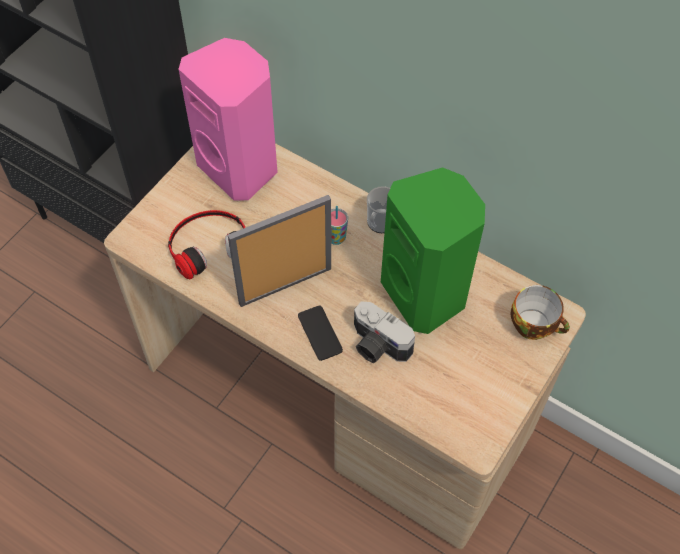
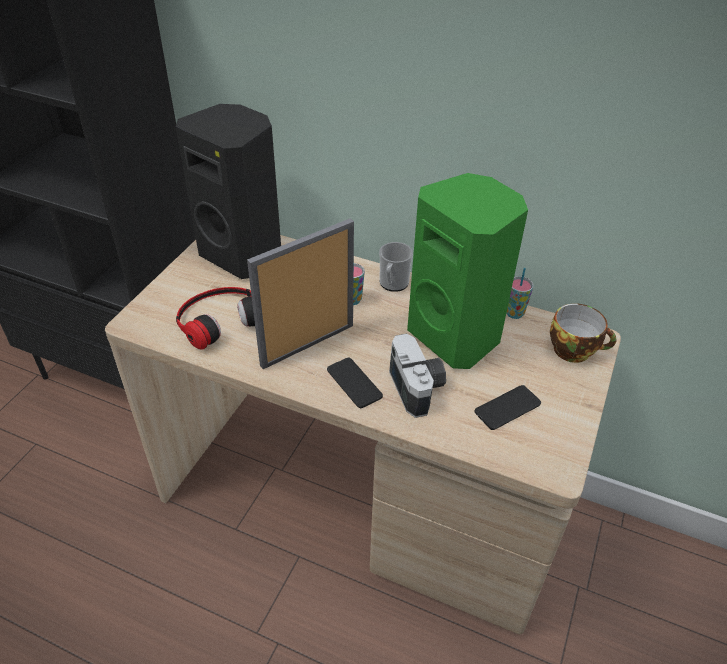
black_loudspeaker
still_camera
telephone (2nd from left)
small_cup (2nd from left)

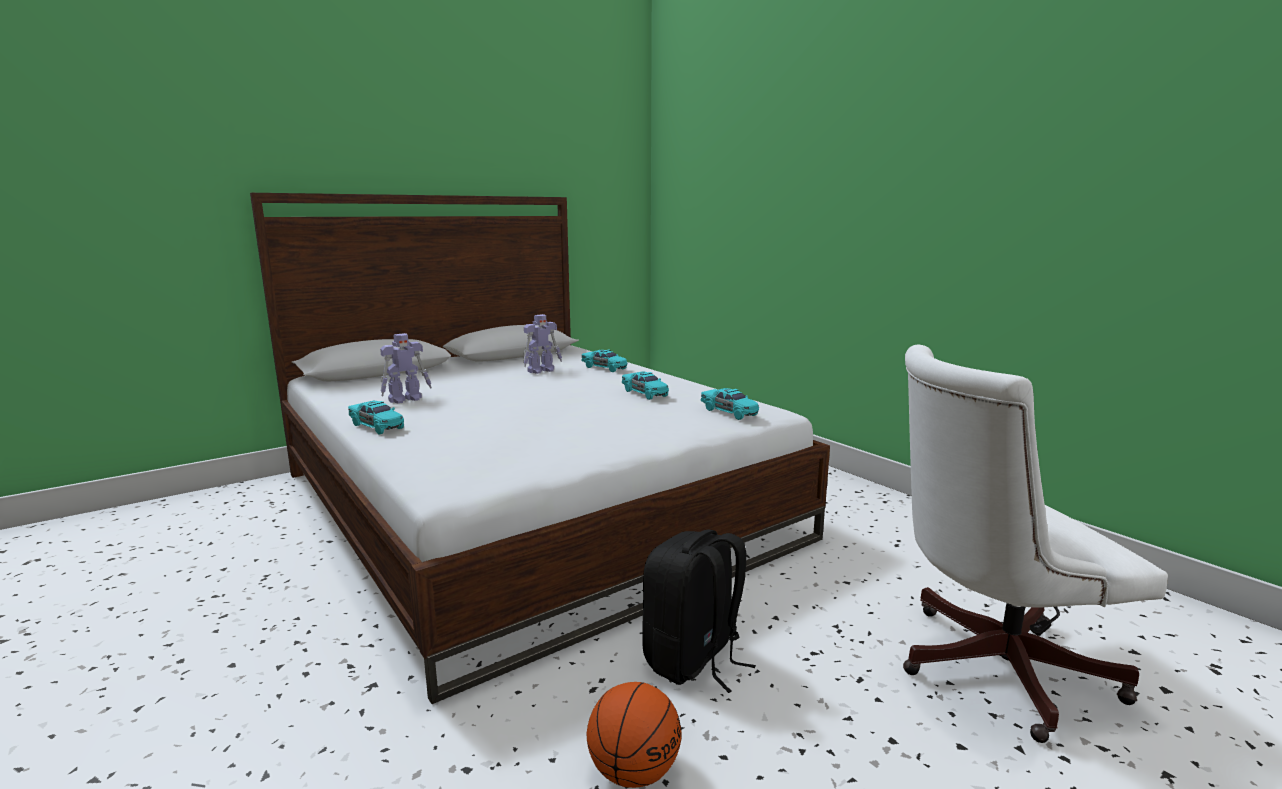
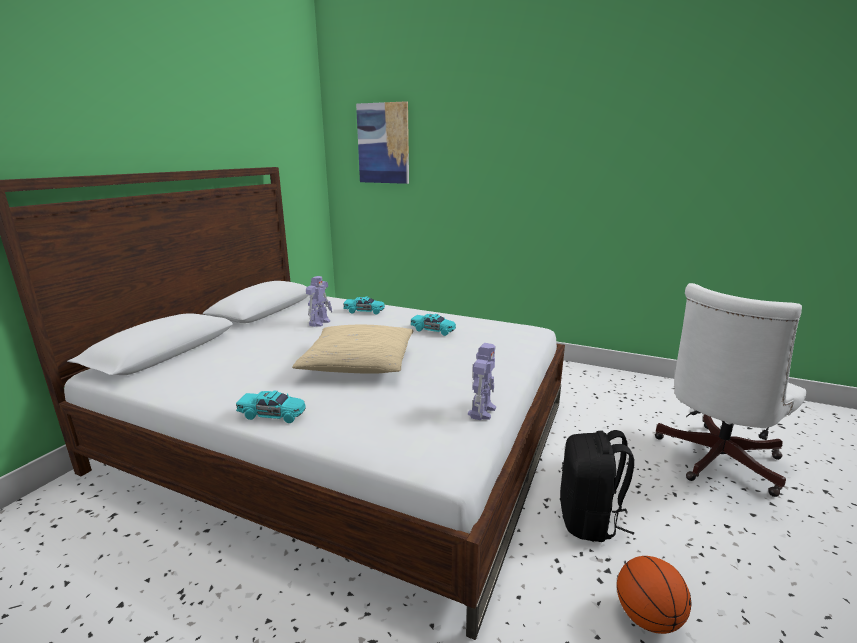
beige_throw_pillow
wall_art
toy_robot (2nd from left)
turquoise-coloured_miniature_car (4th from left in the first image)

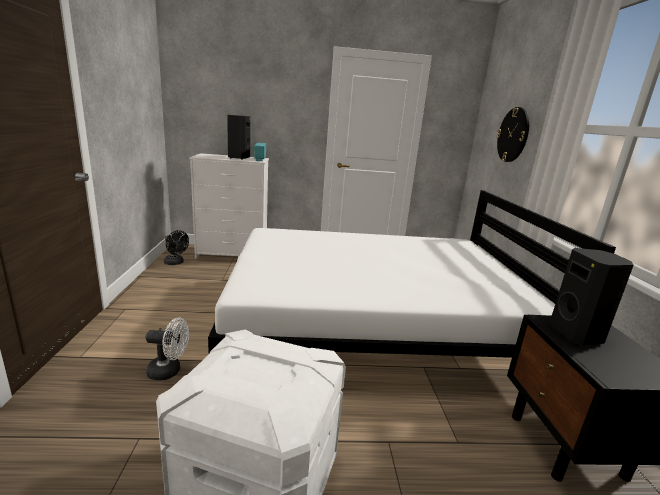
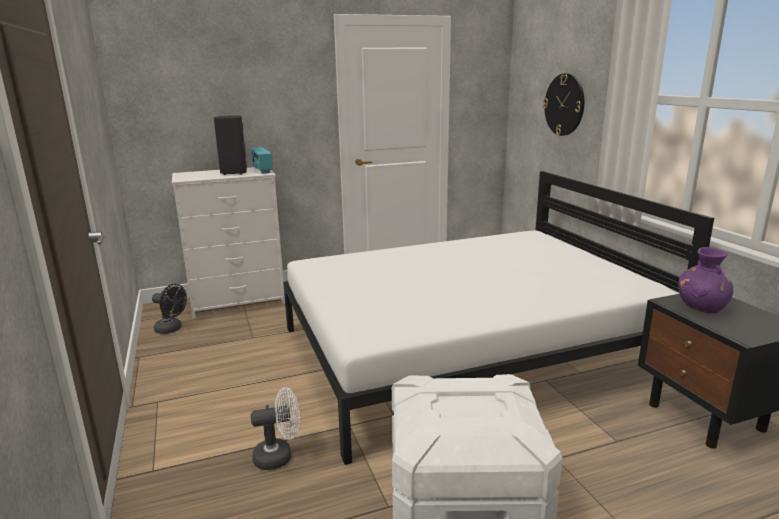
purple-coloured_decorative_vase

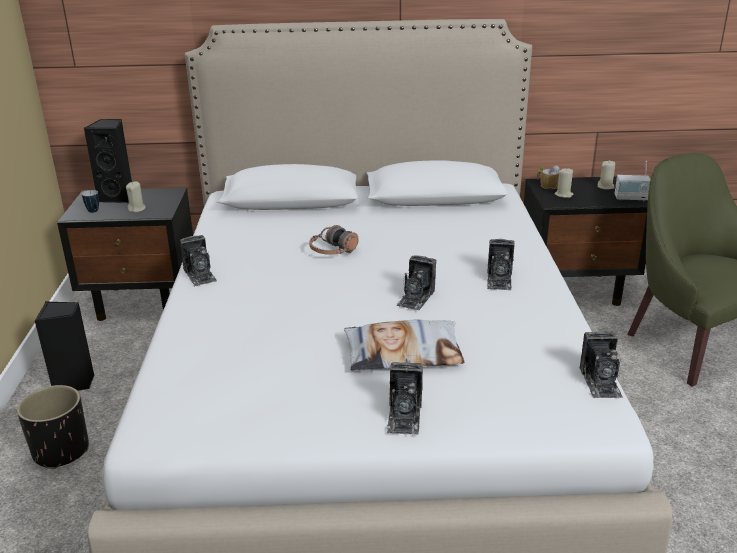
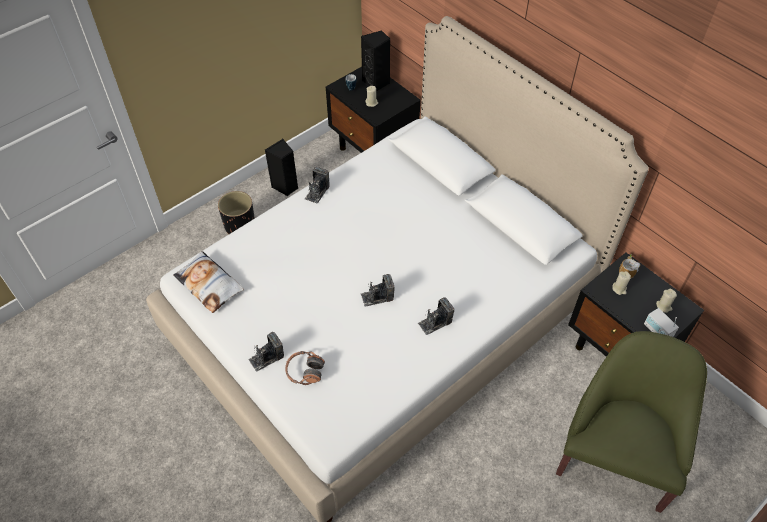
throw_pillow
headset
still_camera (5th from left in the first image)

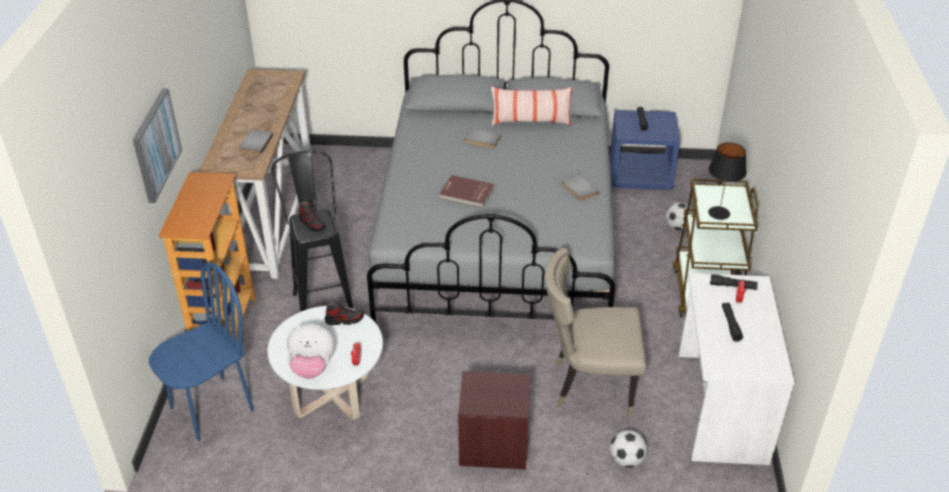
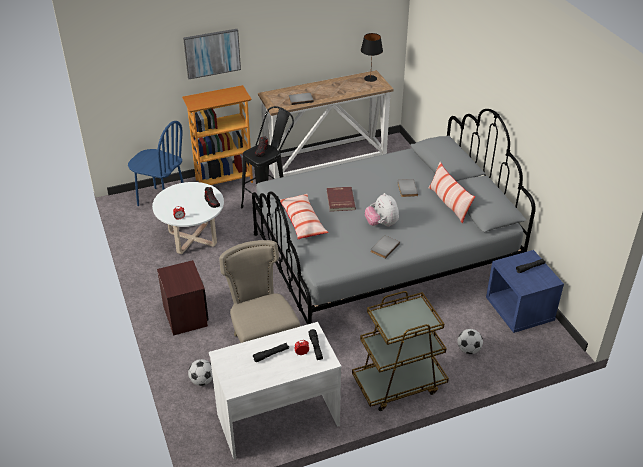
throw_pillow (1st from left)
black_lamp_for_a_table
plush_toy

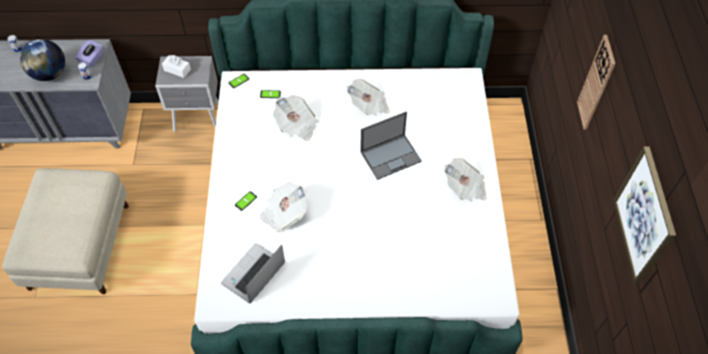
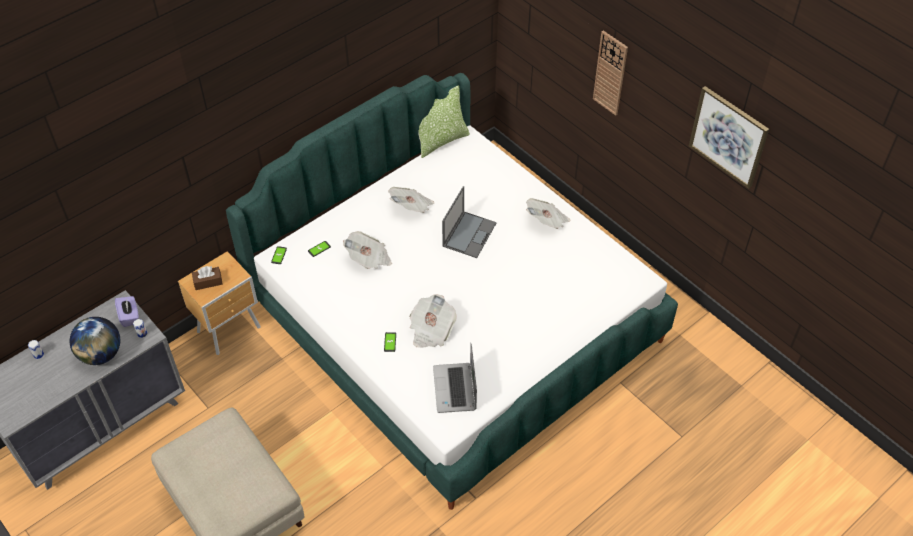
brown-coloured_nightstand
brown-coloured_box_of_tissues
throw_pillow

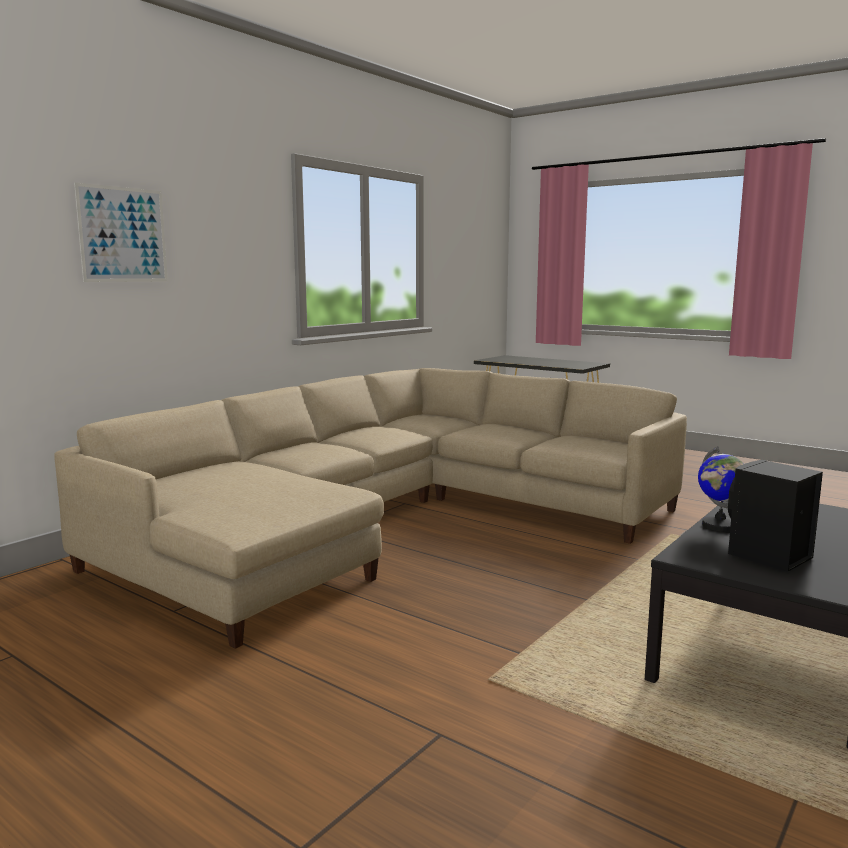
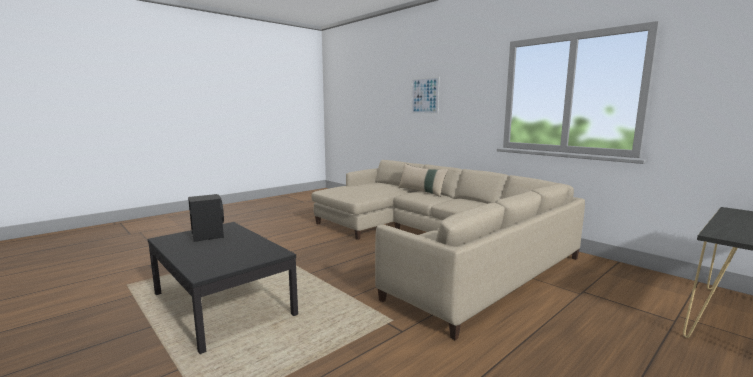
beige_throw_pillow
globe

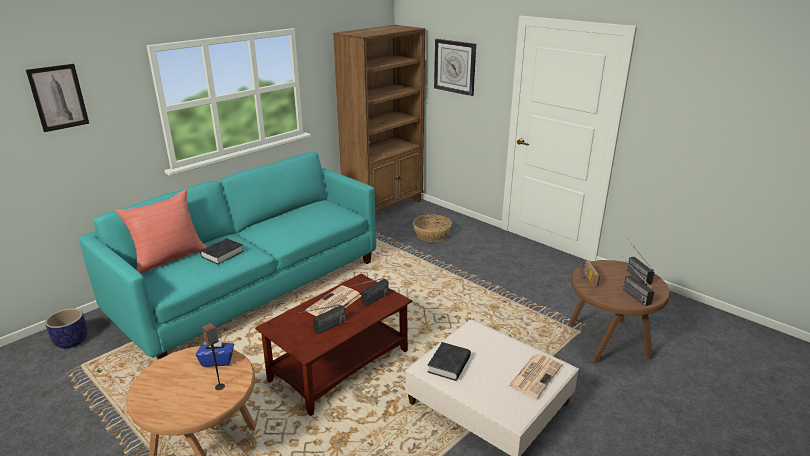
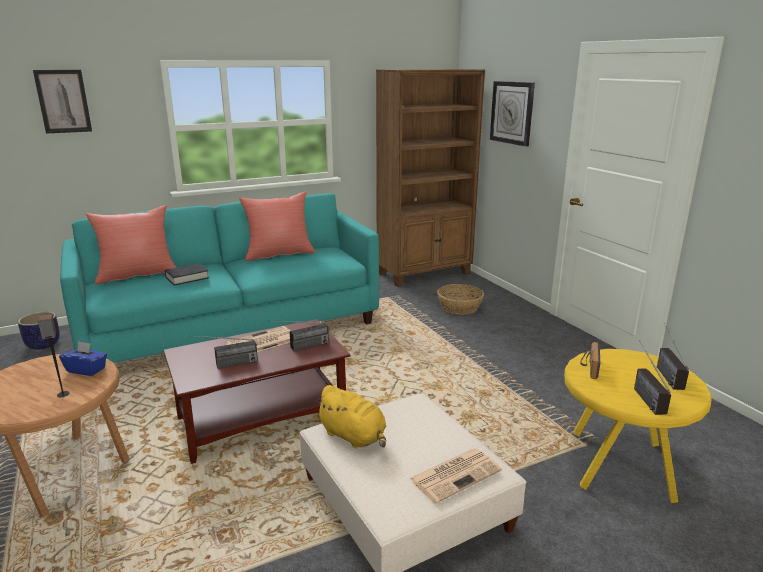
red_throw_pillow (2nd from left)
yellowish_plush_toy
yellowish_side_table

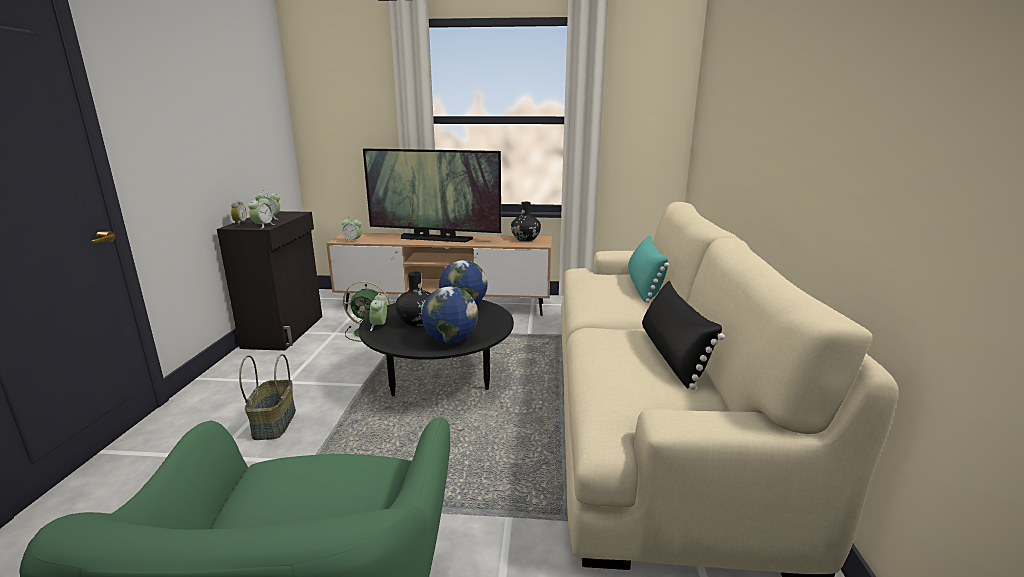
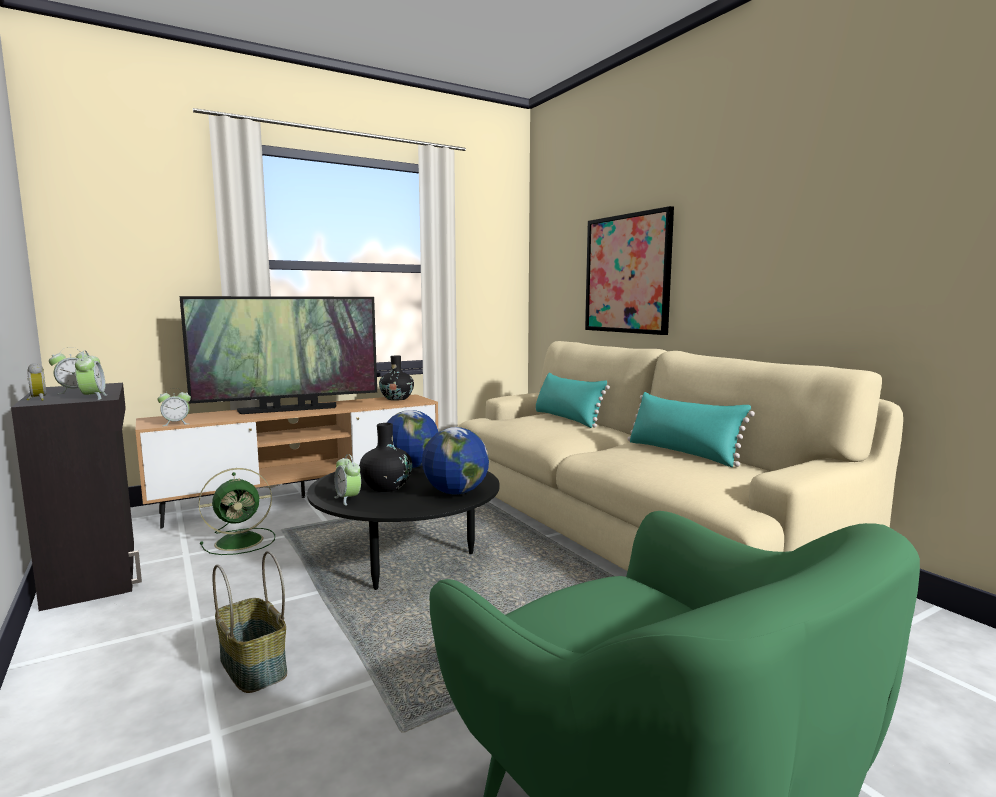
wall_art
turquoise-coloured_throw_pillow (2nd from left)

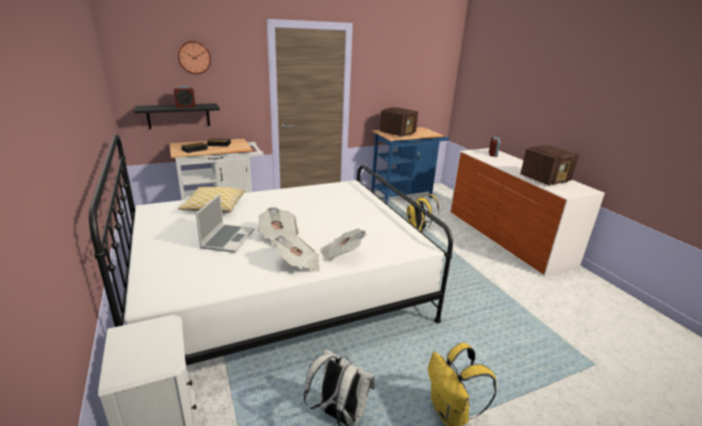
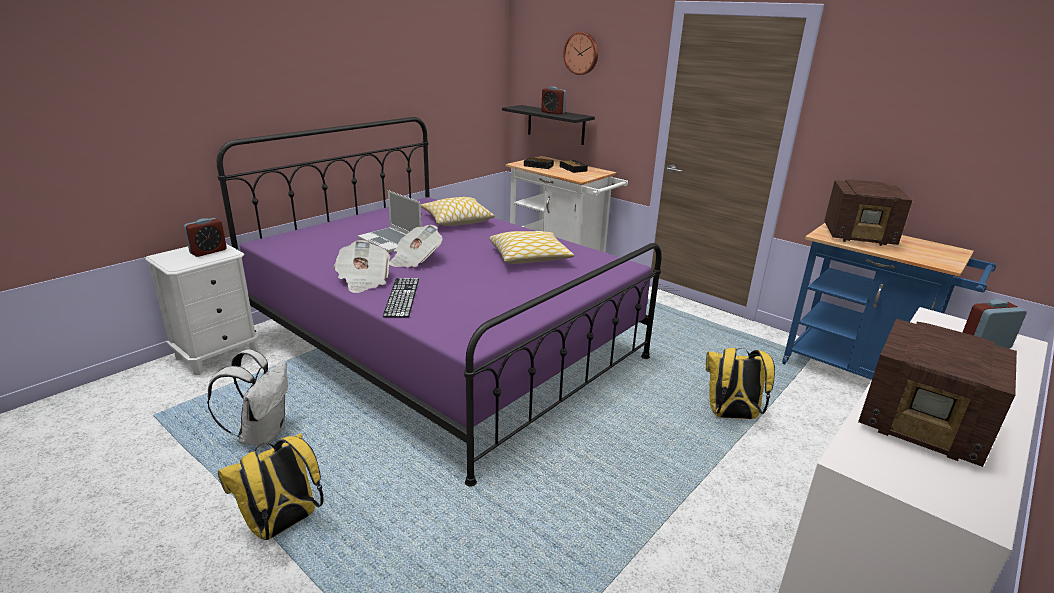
bedside_clock (1st from left)
purple-coloured_bed
notebook_computer
PC_keyboard
throw_pillow (2nd from left)

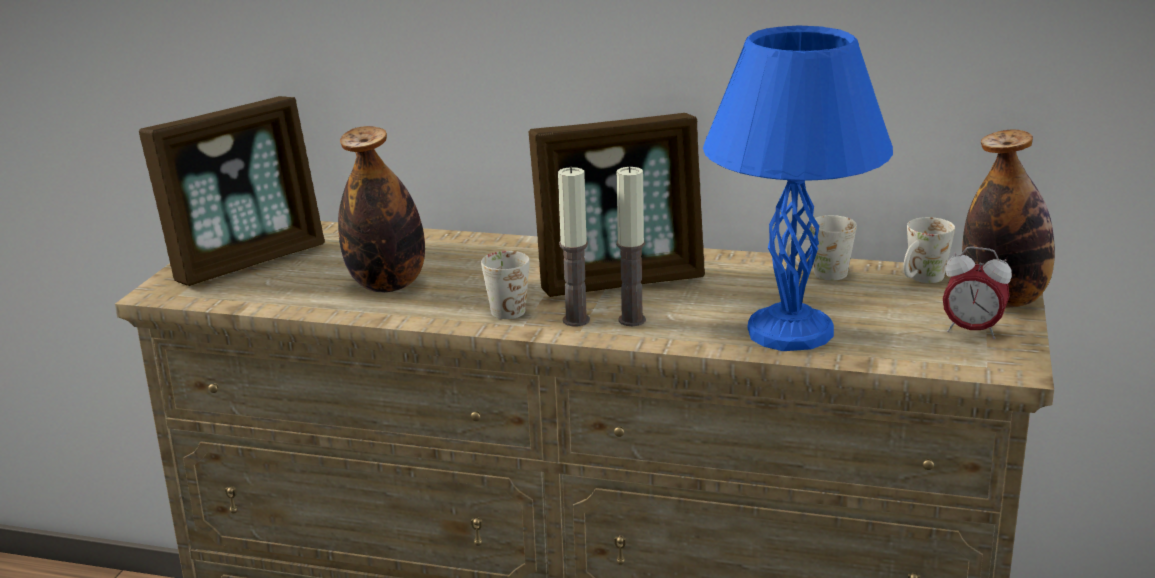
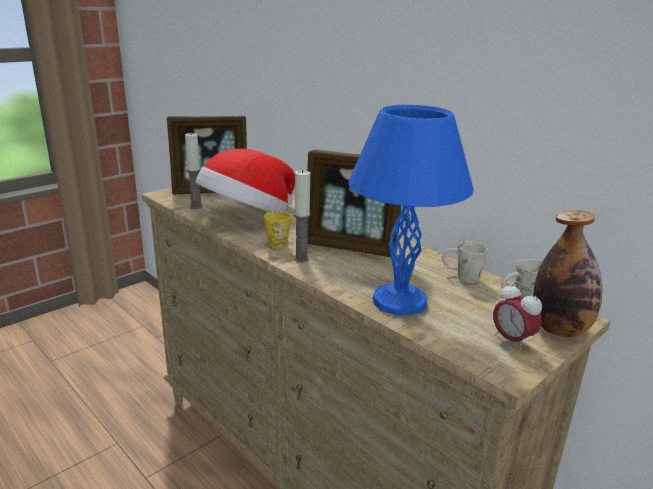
wax_candle (1st from left)
clothing_hat
yellowish_mug

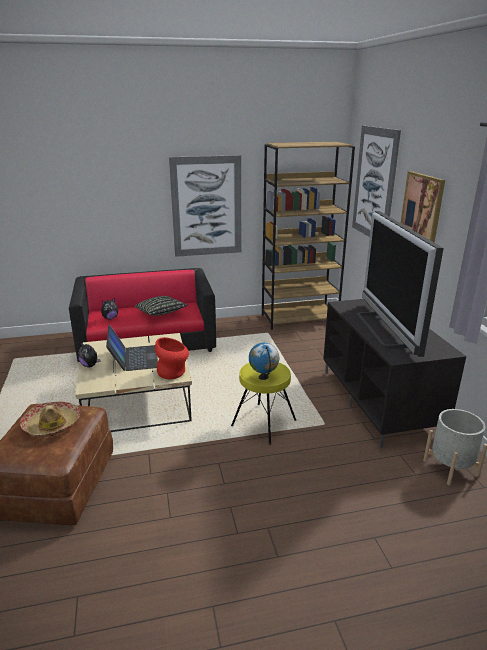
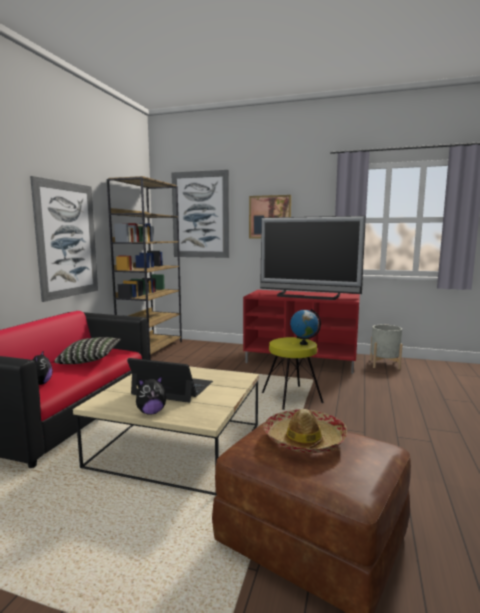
red_tv_stand
red_decorative_vase

